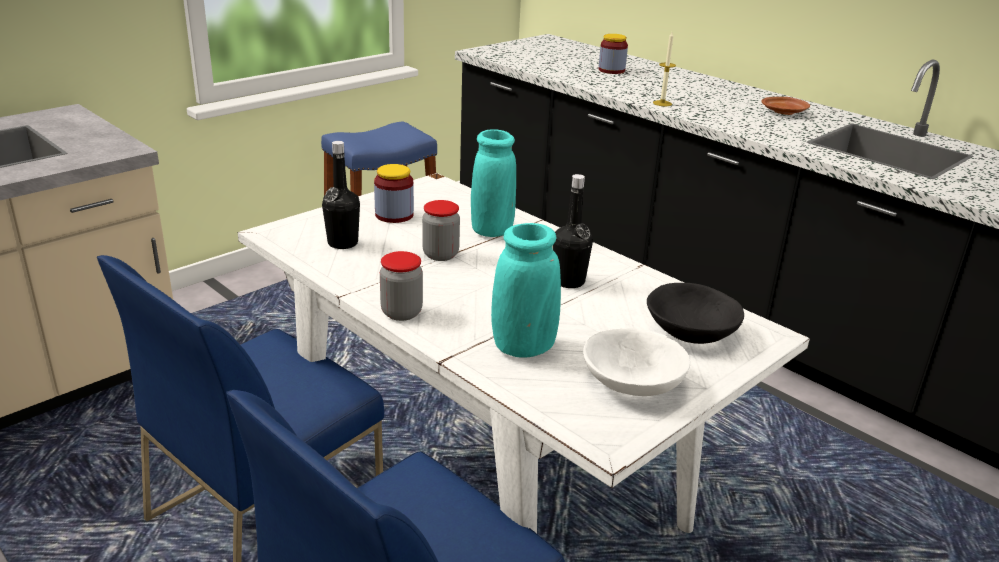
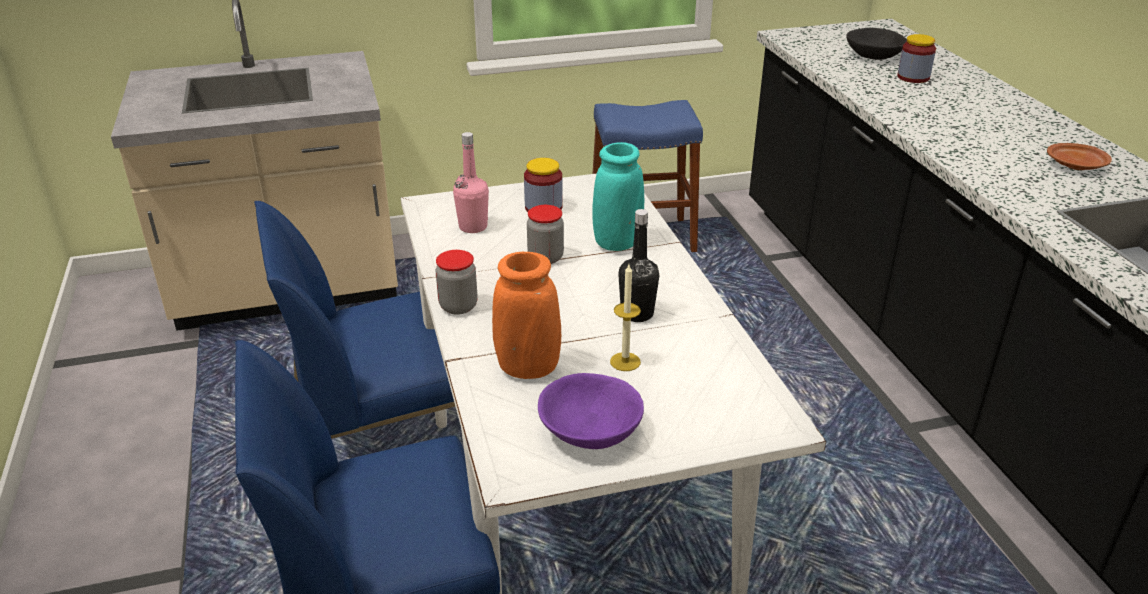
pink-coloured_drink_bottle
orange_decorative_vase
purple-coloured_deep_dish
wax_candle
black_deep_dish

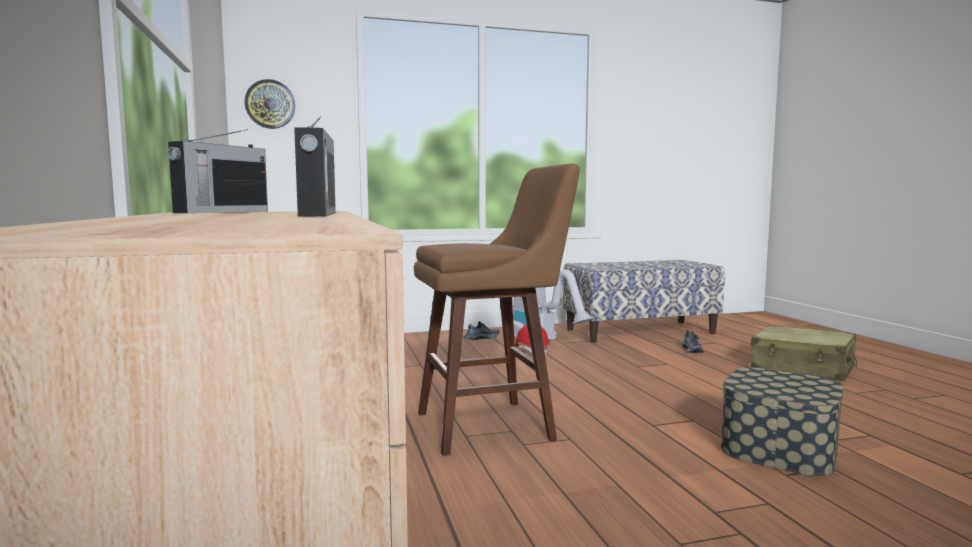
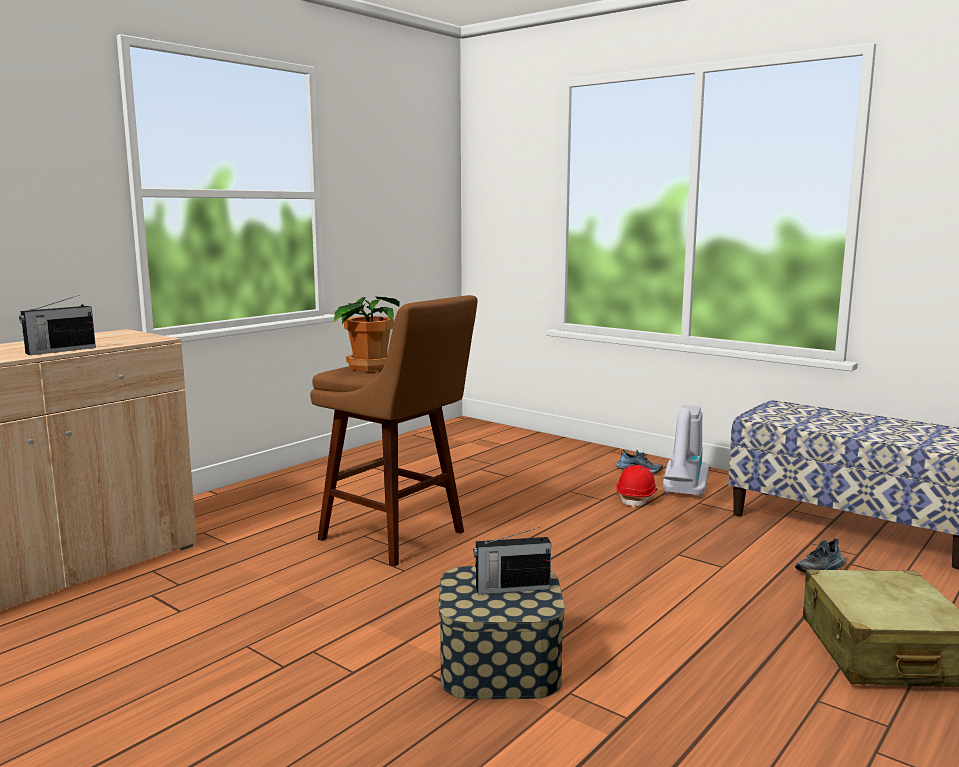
houseplant
radio_set (2nd from left)
wall_clock

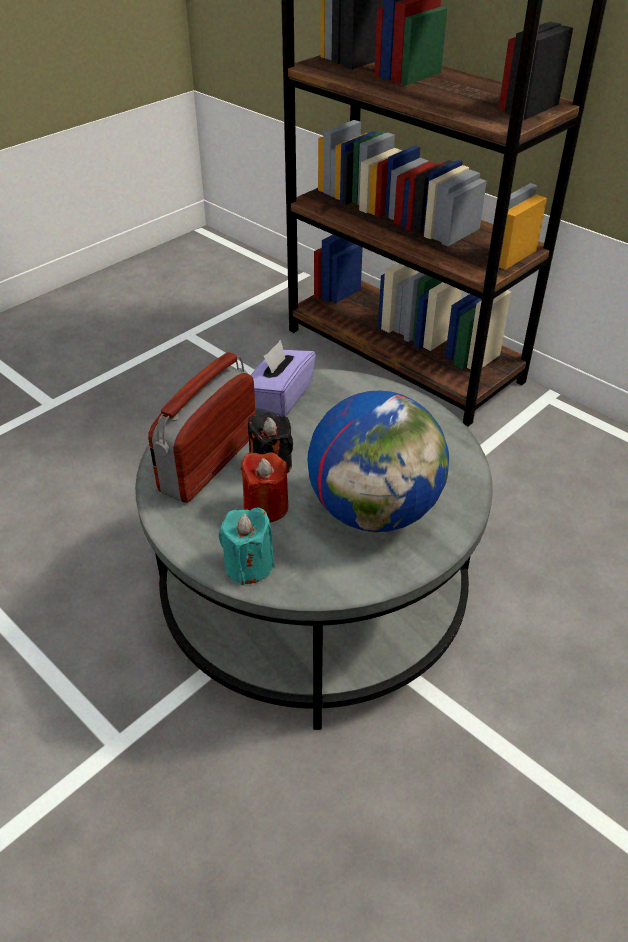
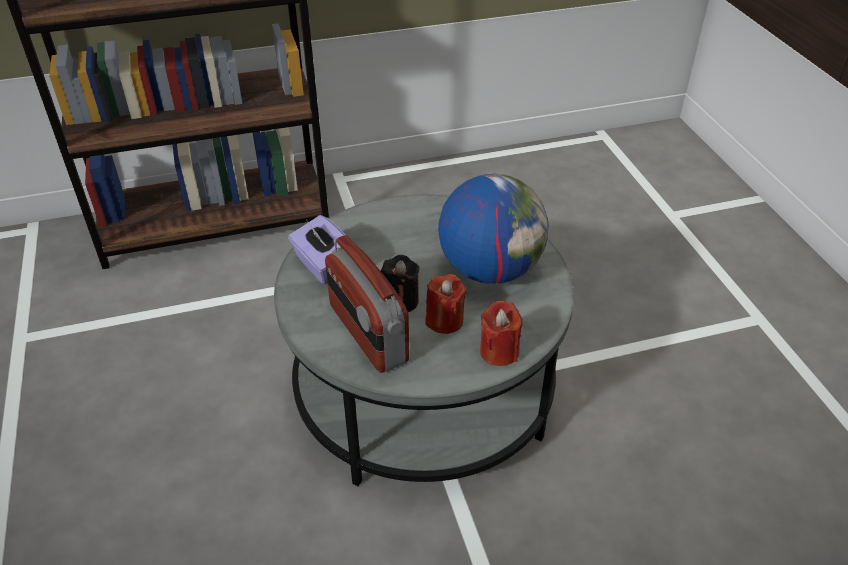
red_wax_candle (2nd from left)

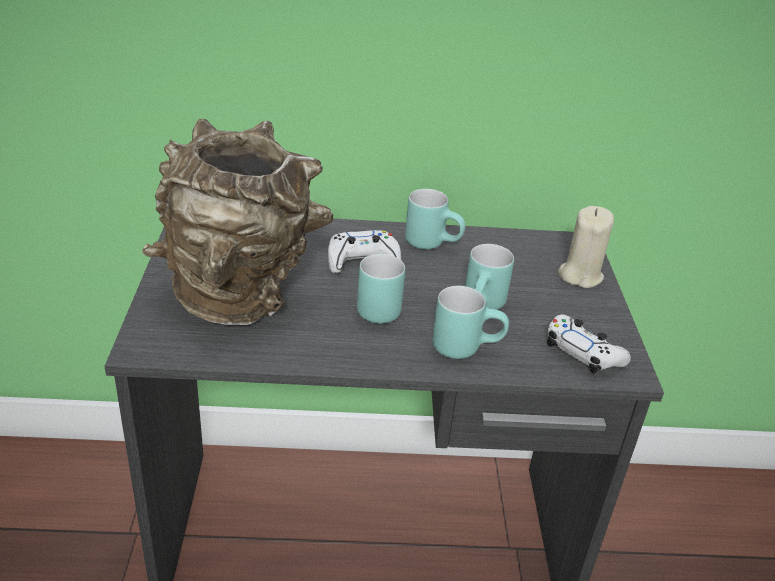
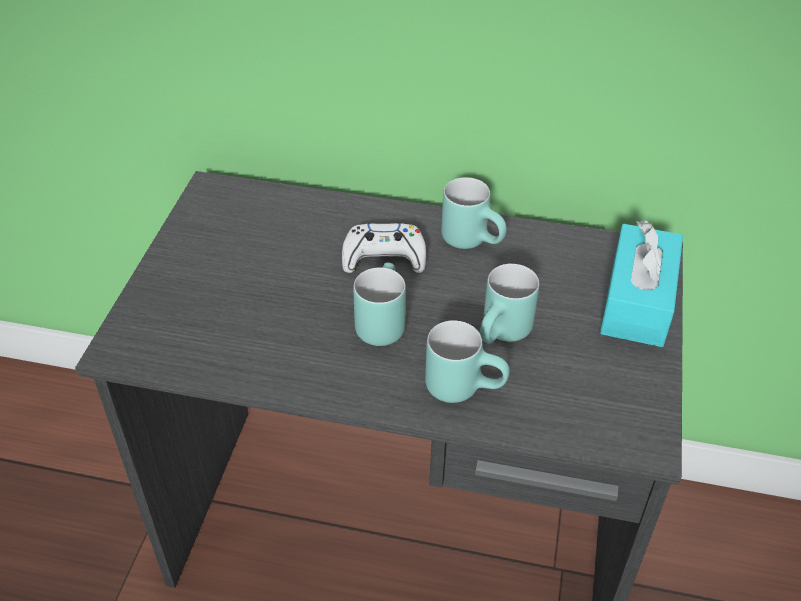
turquoise-coloured_box_of_tissues
brown-coloured_decorative_vase
white_gamepad (2nd from left in the first image)

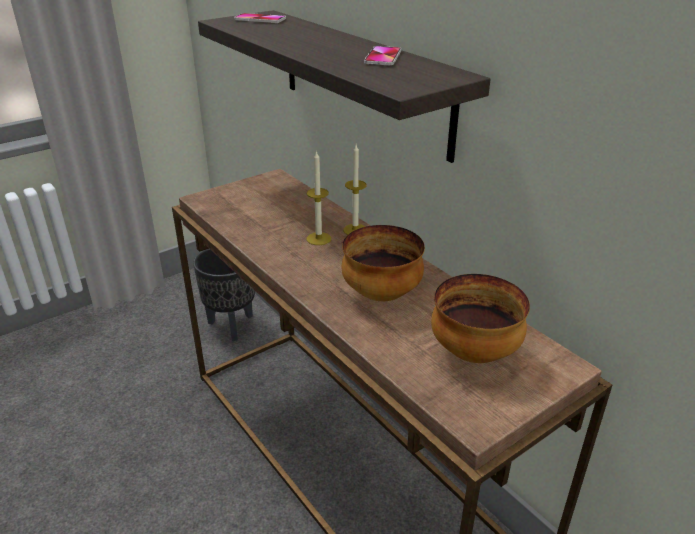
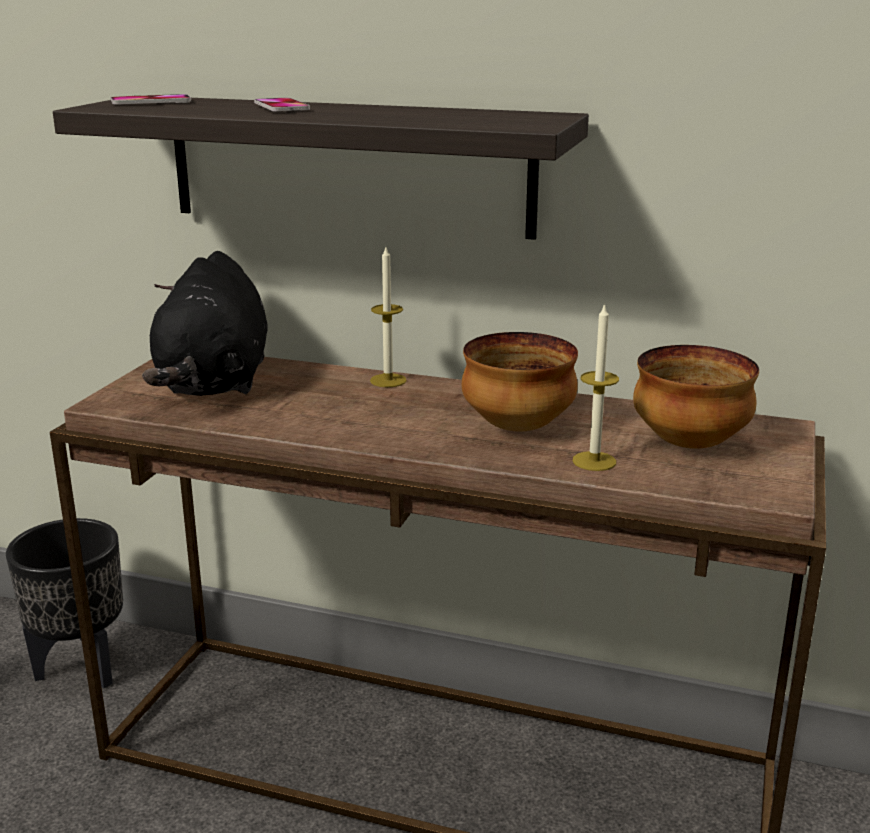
black_plush_toy
telephone (2nd from left)
wax_candle (2nd from left)

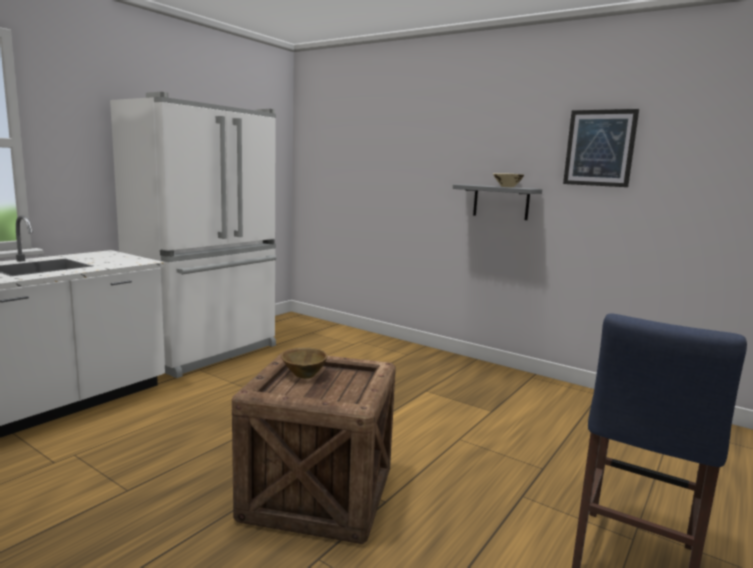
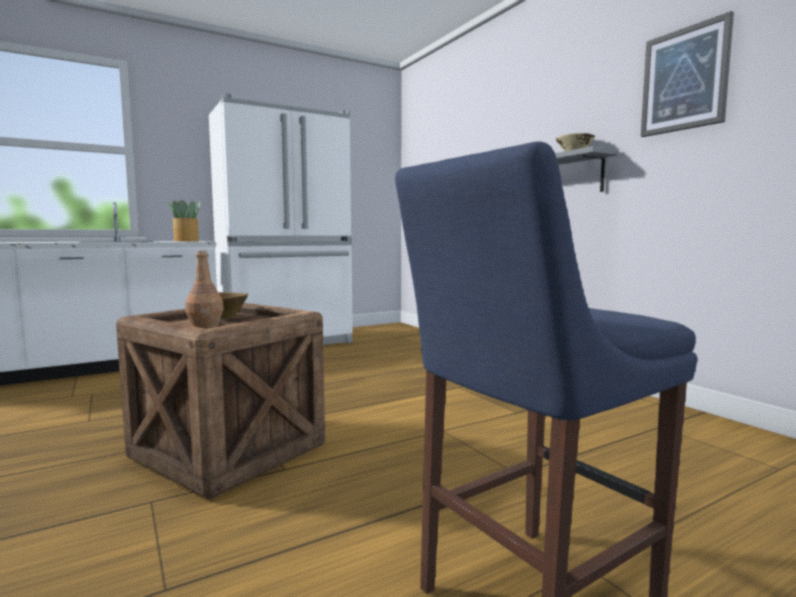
houseplant
brown-coloured_drink_bottle

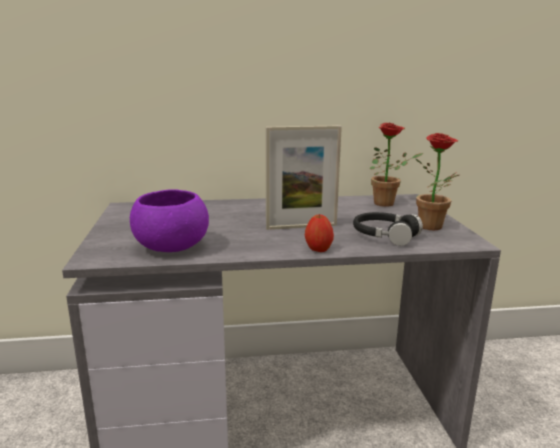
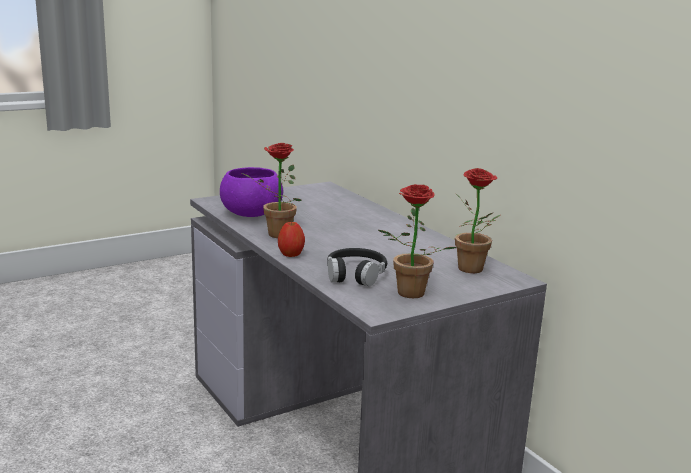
houseplant (1st from left)
photo_frame

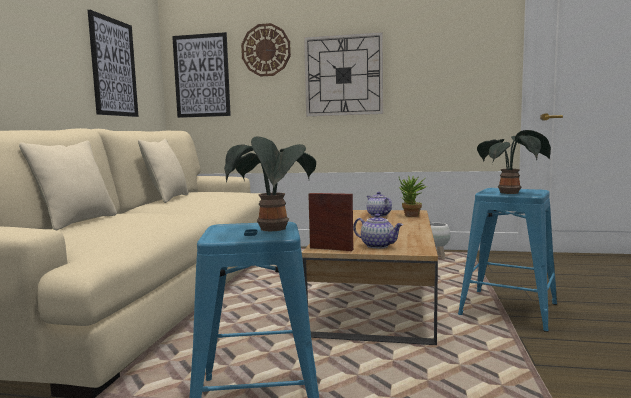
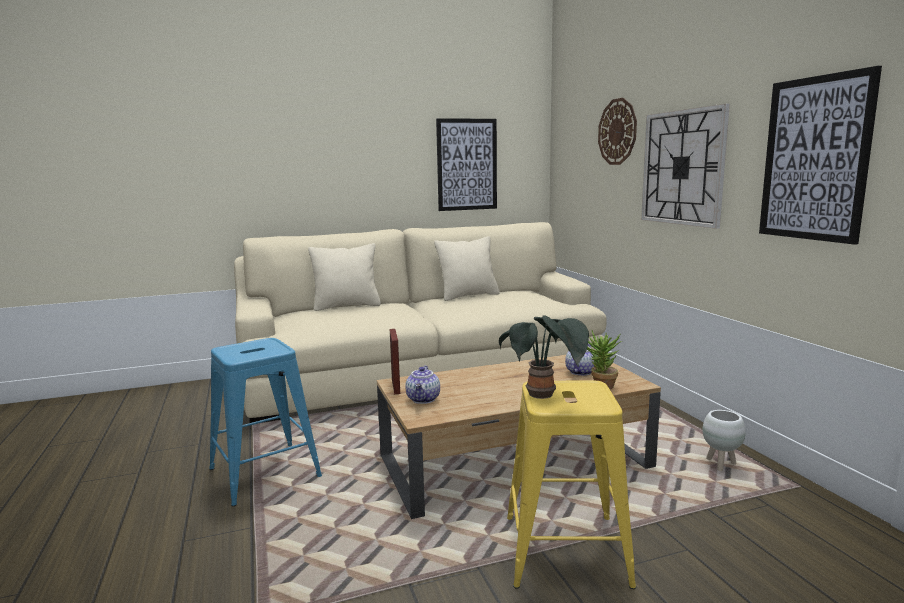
yellowish_stool_seat
wall_art (2nd from left)
houseplant (1st from left in the first image)

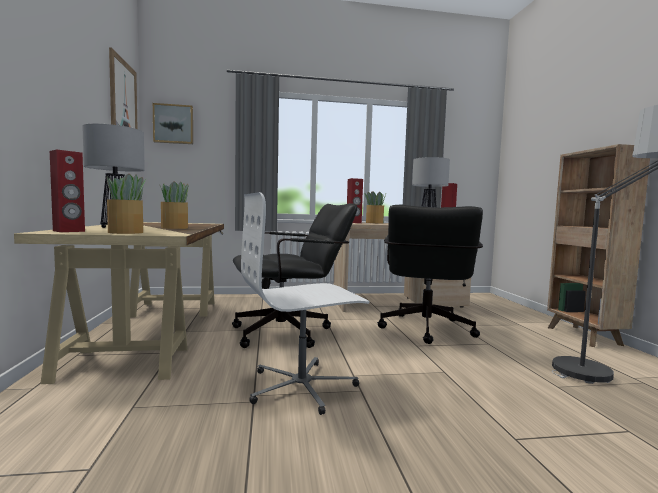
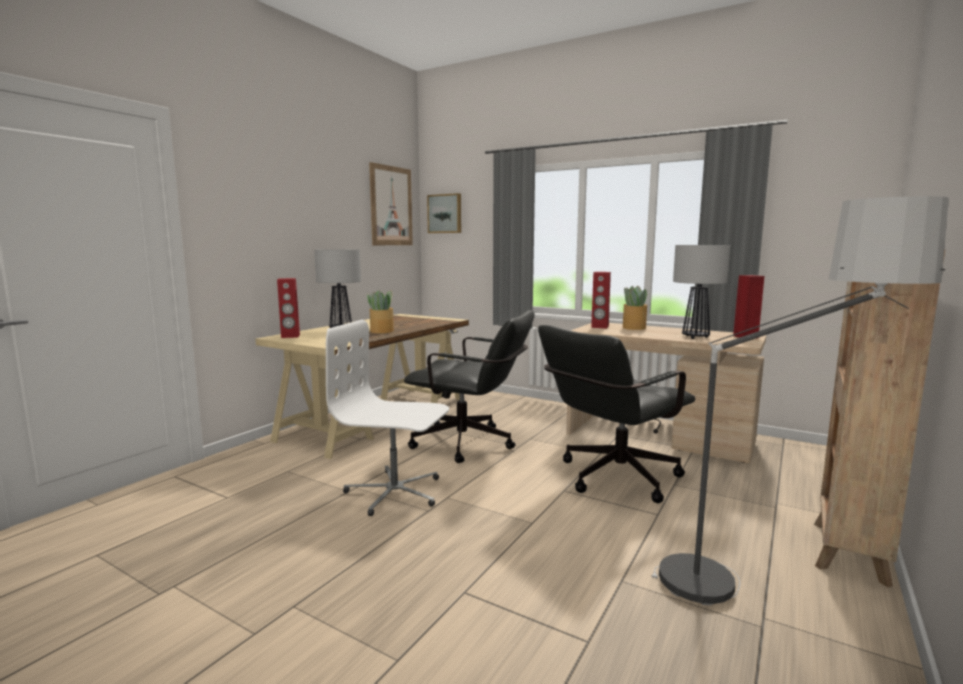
houseplant (1st from left in the first image)

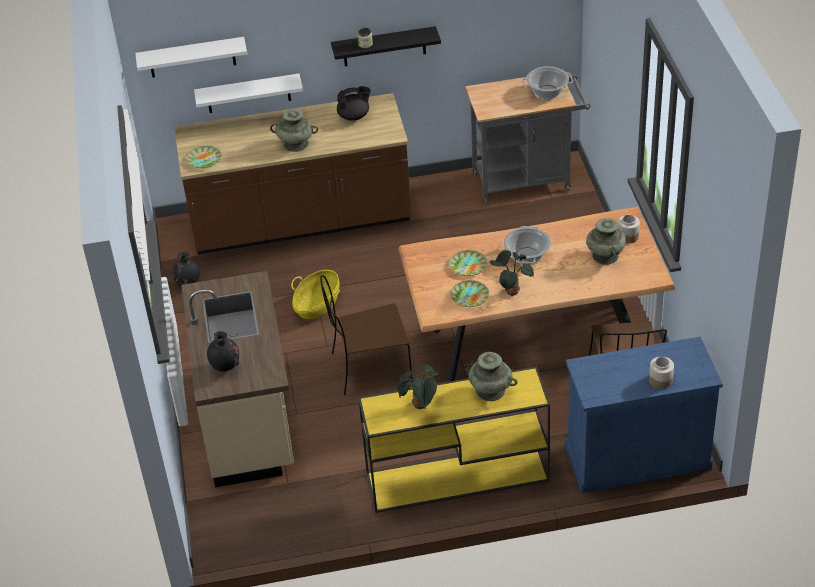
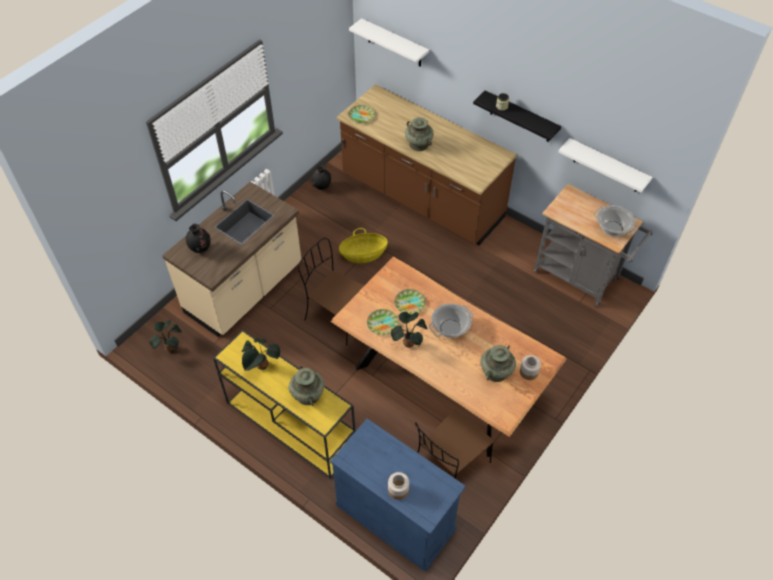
houseplant (1st from left)
white_bracket_shelf (2nd from left)
black_pot_for_tea

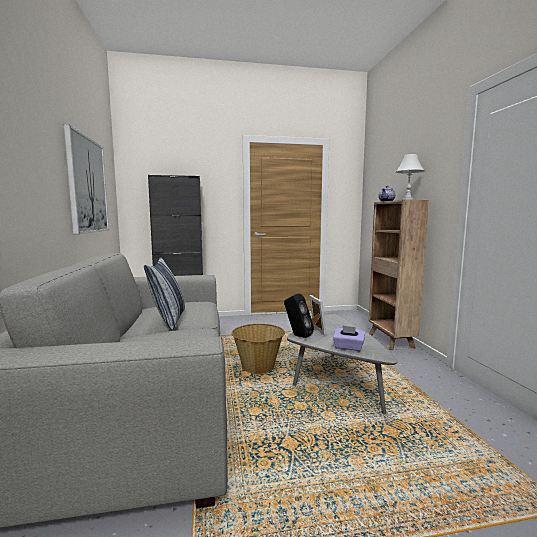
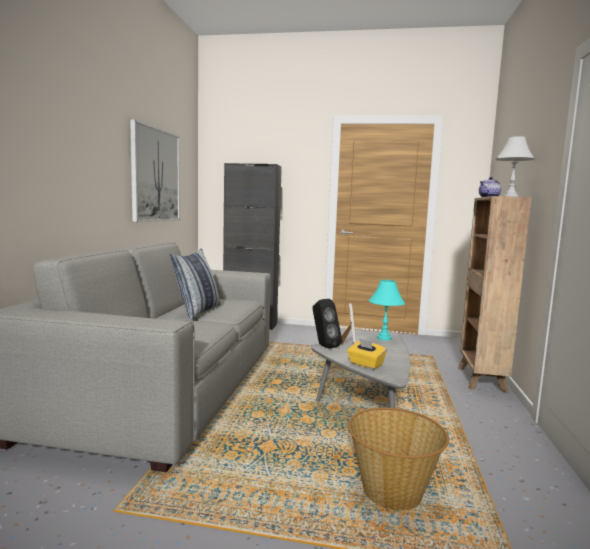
yellowish_box_of_tissues
storage_basket
turquoise-coloured_lamp_for_a_table

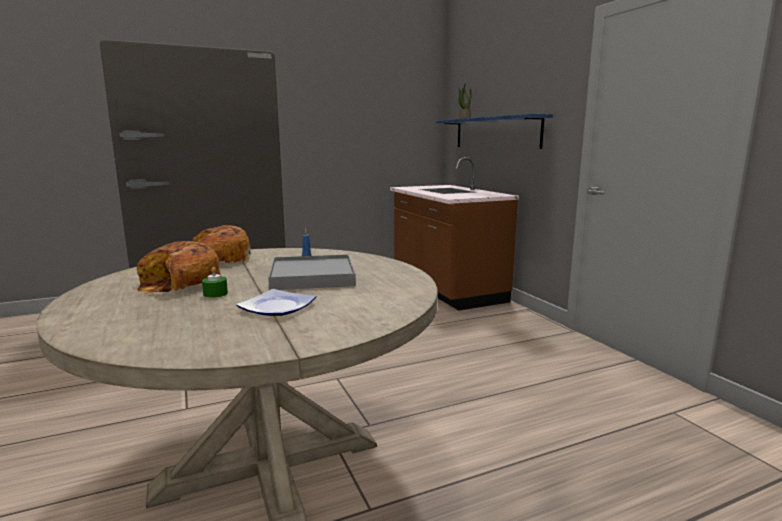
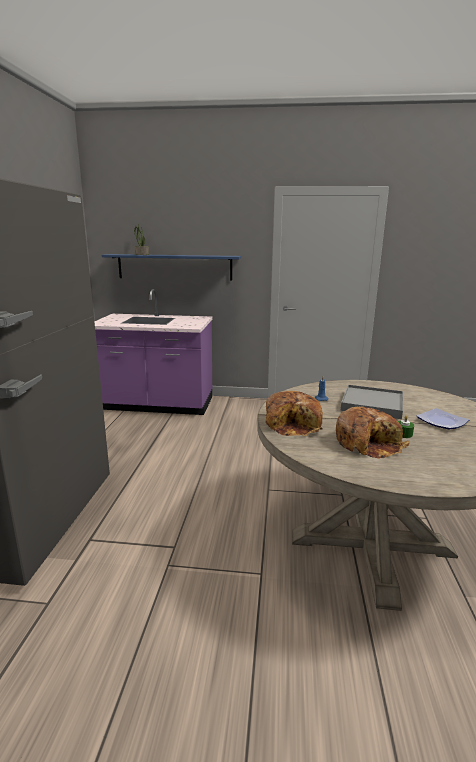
purple-coloured_kitchen_counter

